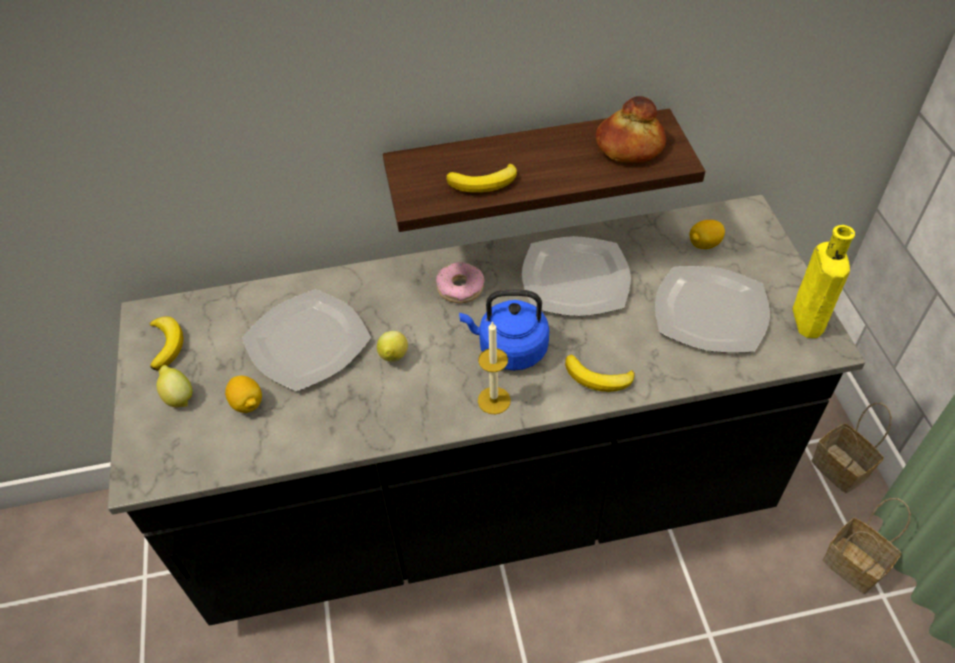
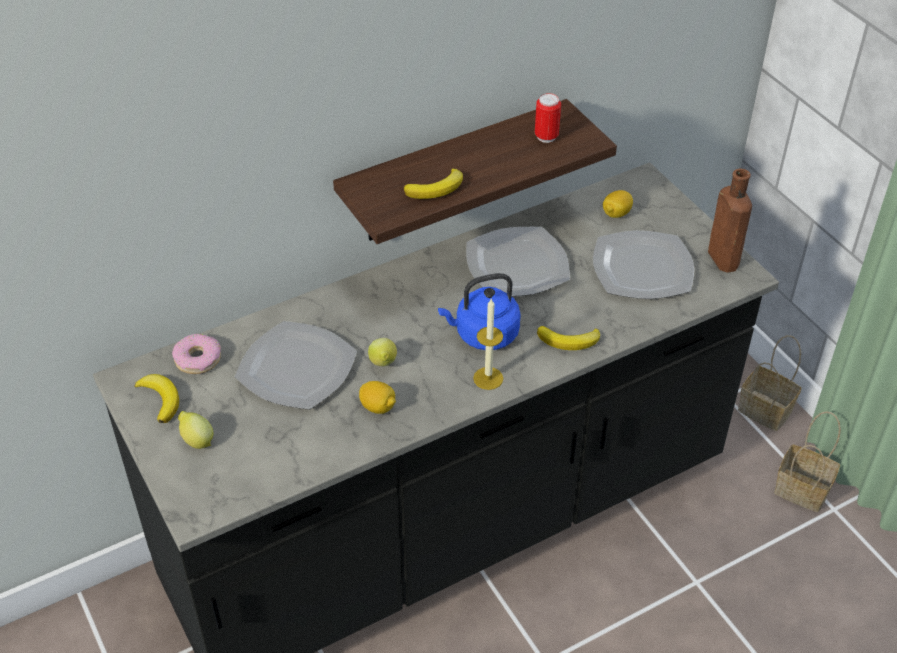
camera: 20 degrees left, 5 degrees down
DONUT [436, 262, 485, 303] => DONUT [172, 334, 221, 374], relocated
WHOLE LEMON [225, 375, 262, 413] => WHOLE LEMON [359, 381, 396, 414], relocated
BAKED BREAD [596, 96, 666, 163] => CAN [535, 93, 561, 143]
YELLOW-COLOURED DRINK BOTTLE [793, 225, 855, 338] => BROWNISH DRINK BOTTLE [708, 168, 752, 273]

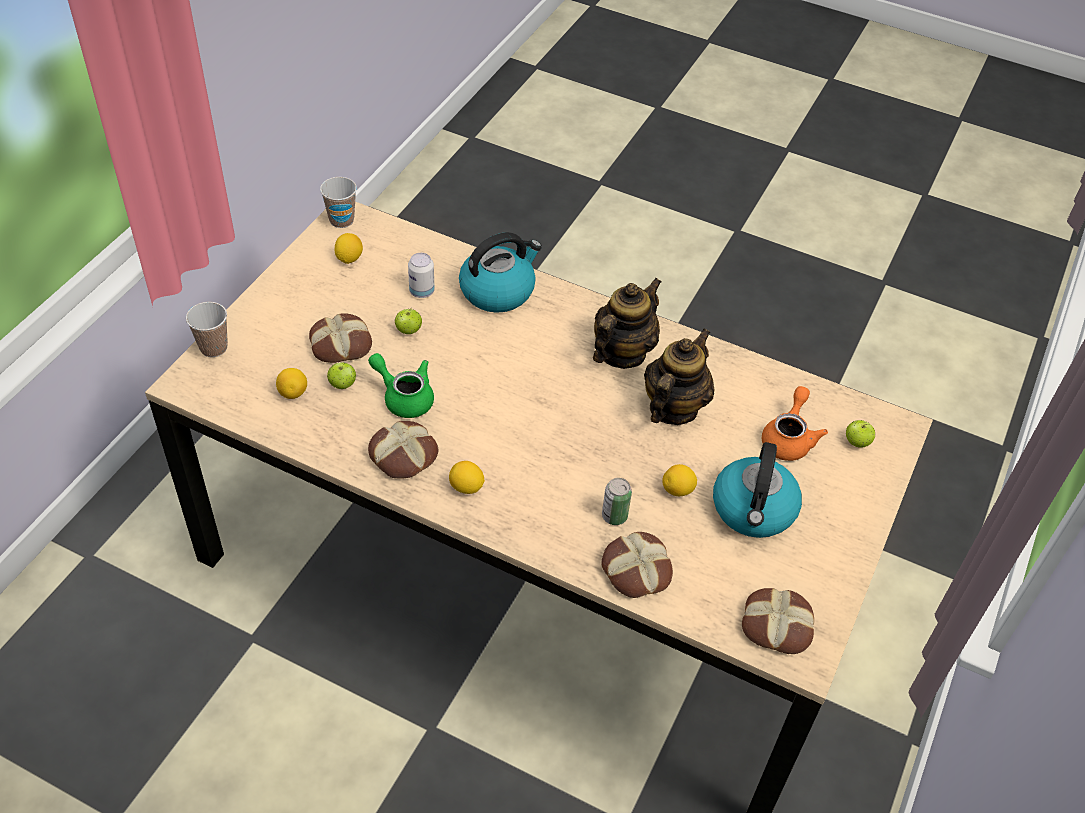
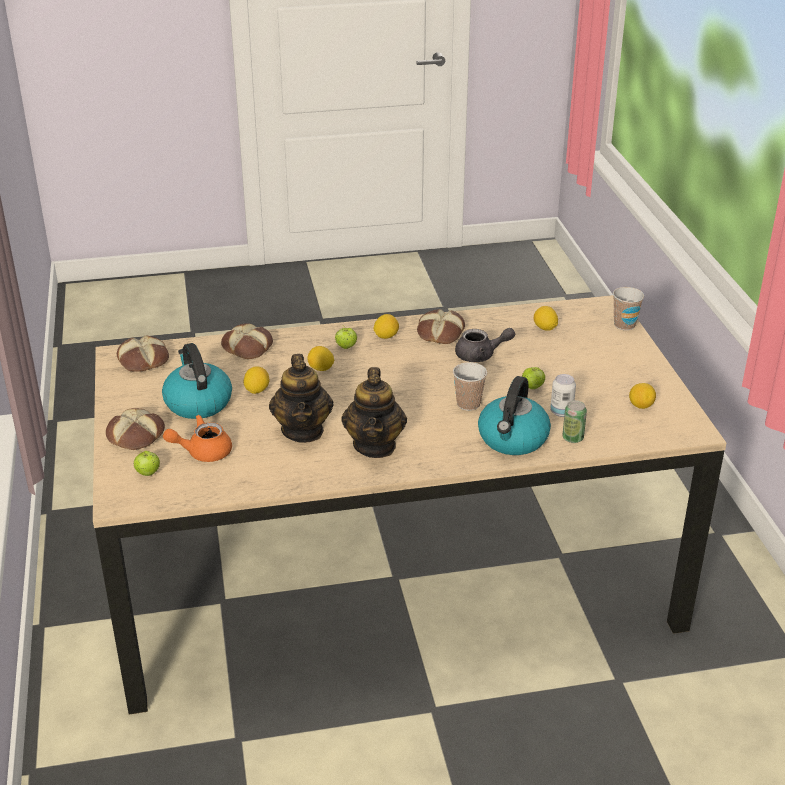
camera: 145 degrees right, 15 degrees down
BAKED BREAD [309, 313, 372, 363] => BAKED BREAD [106, 408, 165, 450], relocated
ORANGEY TEA POT [762, 386, 828, 461] => ORANGEY TEA POT [163, 415, 232, 462], 90 degrees clockwise
nothing => WHOLE LEMON [307, 346, 334, 371]
WHOLE APPLE [327, 362, 356, 389] => WHOLE APPLE [335, 328, 357, 349], relocated
SMALL CUP [320, 177, 357, 228] => SMALL CUP [453, 362, 487, 411], relocated
GREENISH TEA POT [368, 353, 434, 418] => GRAY TEA POT [455, 328, 515, 362]
CAN [602, 478, 632, 525] => CAN [563, 400, 587, 443], relocated

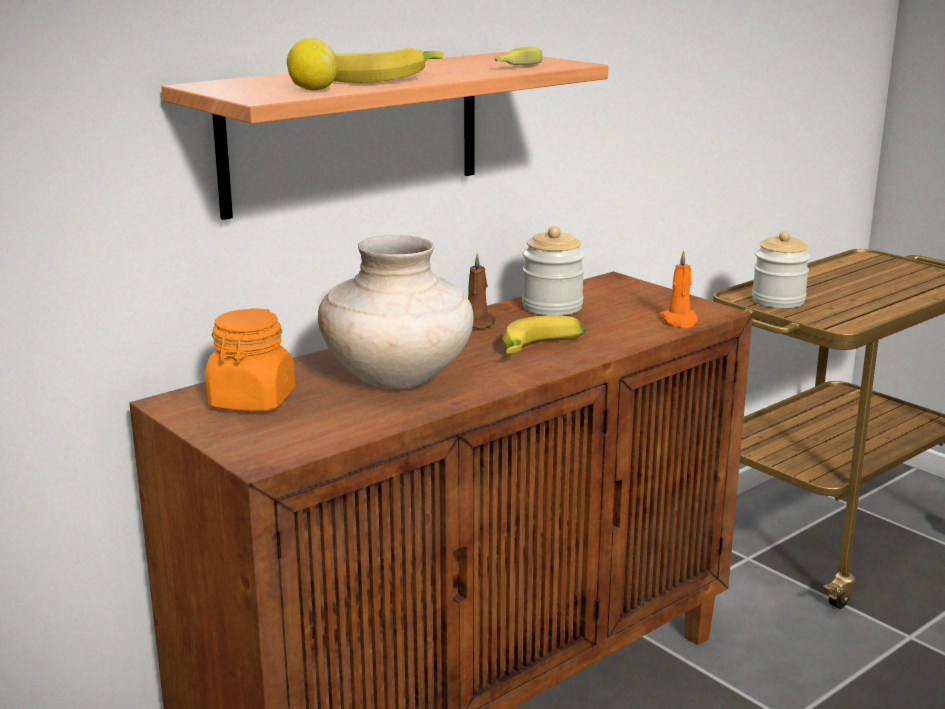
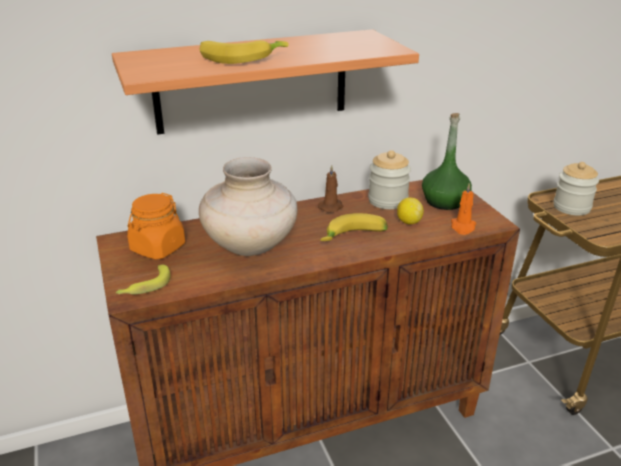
camera: 20 degrees right, 10 degrees up
BANANA FRUIT [495, 47, 542, 65] => BANANA FRUIT [116, 265, 171, 295], relocated
WHOLE LEMON [287, 38, 338, 91] => WHOLE LEMON [397, 197, 424, 224], relocated
nothing => GREENISH DRINK BOTTLE [422, 113, 472, 210]

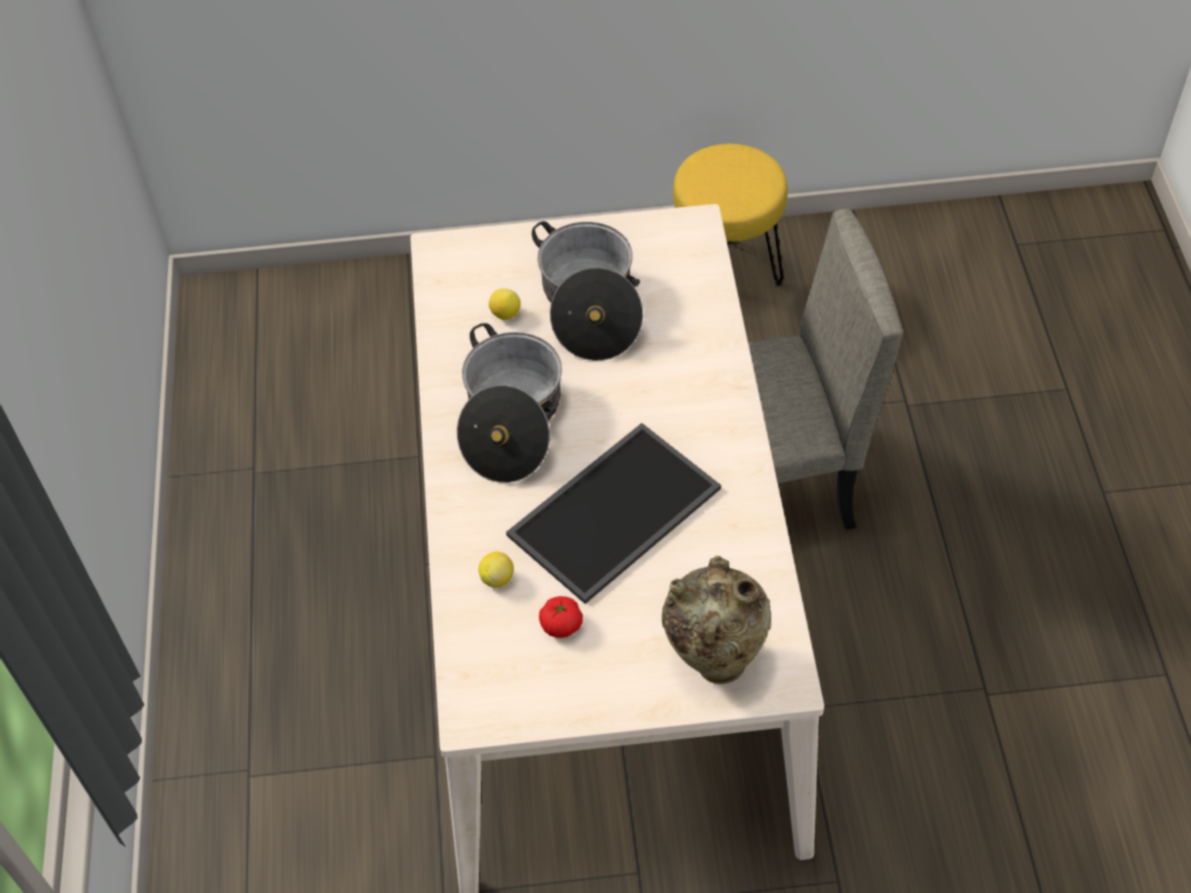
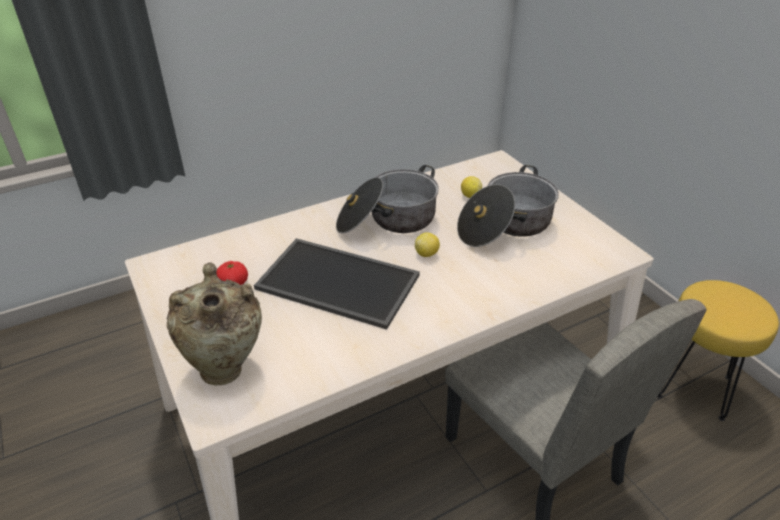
camera: 65 degrees right, 15 degrees down
WHOLE LEMON [478, 552, 514, 588] => WHOLE LEMON [415, 232, 440, 257], relocated

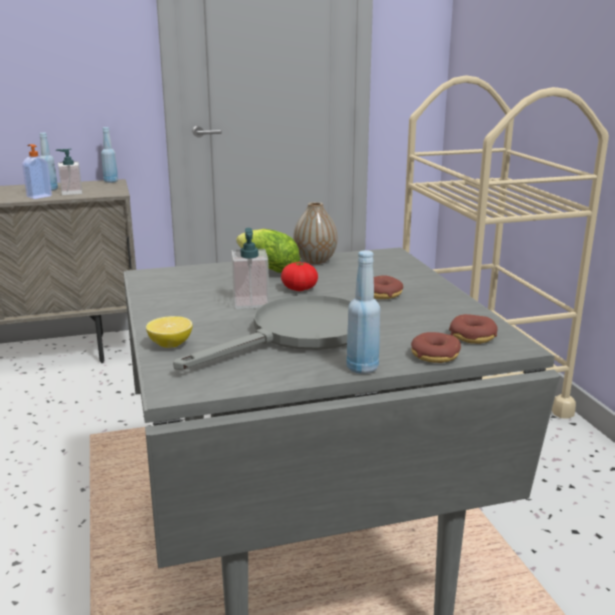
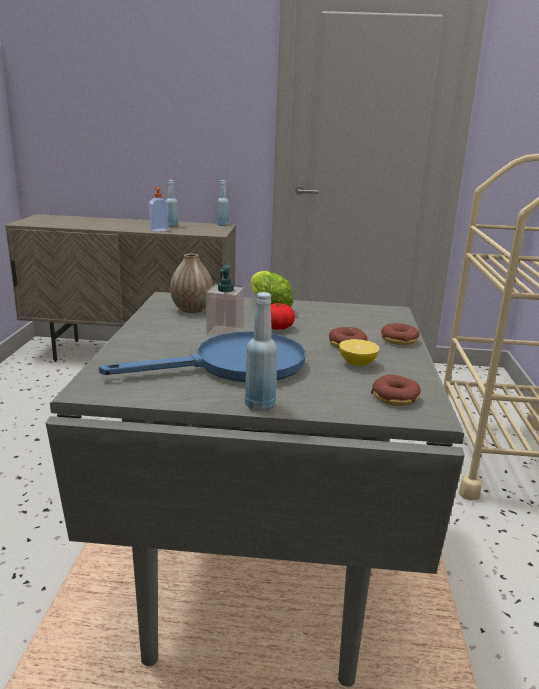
camera: 20 degrees right, 0 degrees up
GRAY FRYING PAN [173, 295, 351, 370] => BLUE-COLOURED FRYING PAN [99, 332, 306, 382]
FLOWER VASE [293, 202, 338, 264] => FLOWER VASE [170, 254, 213, 313], relocated
WHOLE LEMON [146, 316, 193, 348] => WHOLE LEMON [339, 339, 379, 366], relocated
DONUT [411, 332, 461, 363] => DONUT [381, 323, 420, 345], relocated
SOAP BOTTLE [56, 148, 82, 195] => nothing

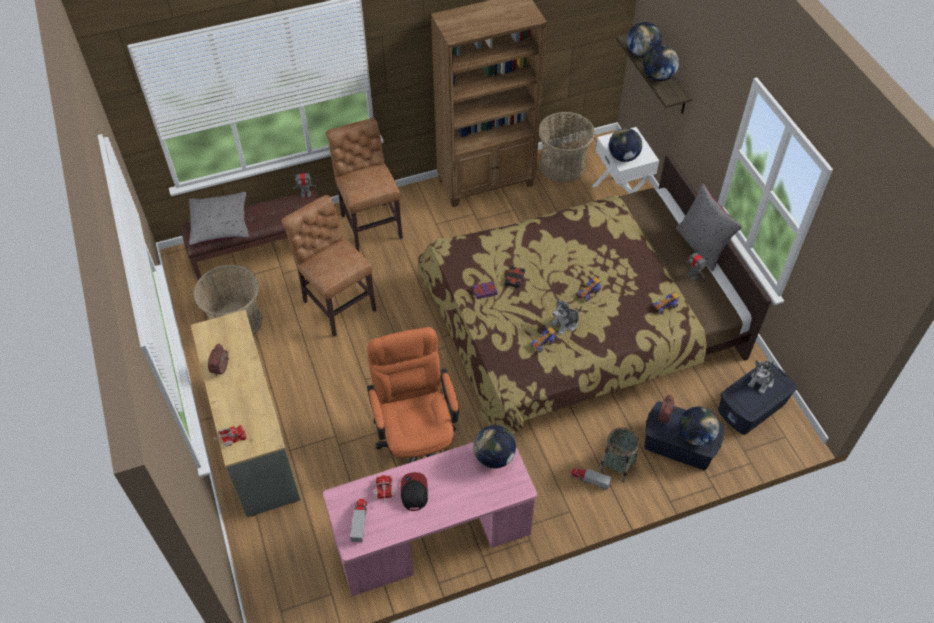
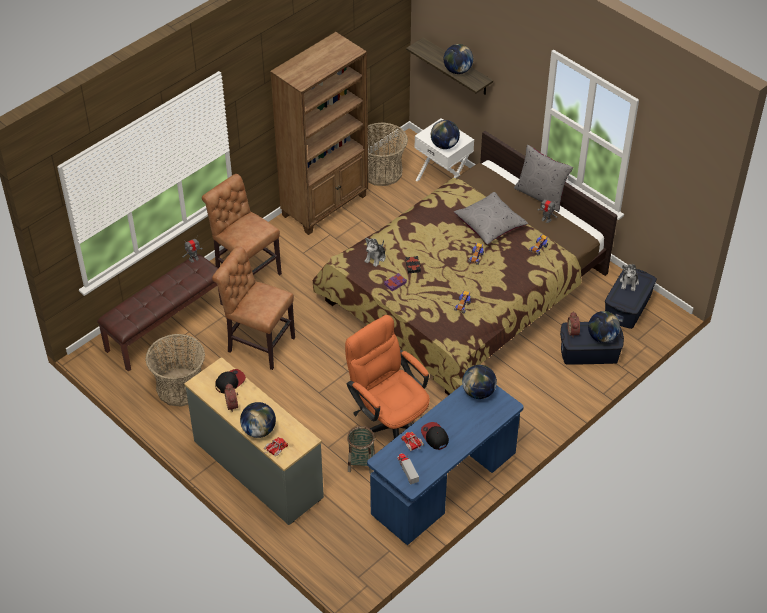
camera: 25 degrees left, 5 degrees down
nothing => BASEBALL CAP [215, 369, 246, 394]
WORLD GLOBE [627, 22, 662, 57] => WORLD GLOBE [240, 402, 276, 438], relocated
HOUSEHOLD BASKET [599, 427, 639, 482] => HOUSEHOLD BASKET [347, 426, 375, 474], relocated
CUDDLY TOY [551, 298, 582, 335] => CUDDLY TOY [364, 238, 386, 267], relocated
PINKISH DESK UNIT [323, 442, 537, 597] => BLUE-COLOURED DESK UNIT [367, 385, 524, 545]
GRAY THROW PILLOW [189, 192, 249, 245] => GRAY THROW PILLOW [454, 192, 528, 245], relocated
MODEL TRUCK [570, 467, 612, 490] => nothing

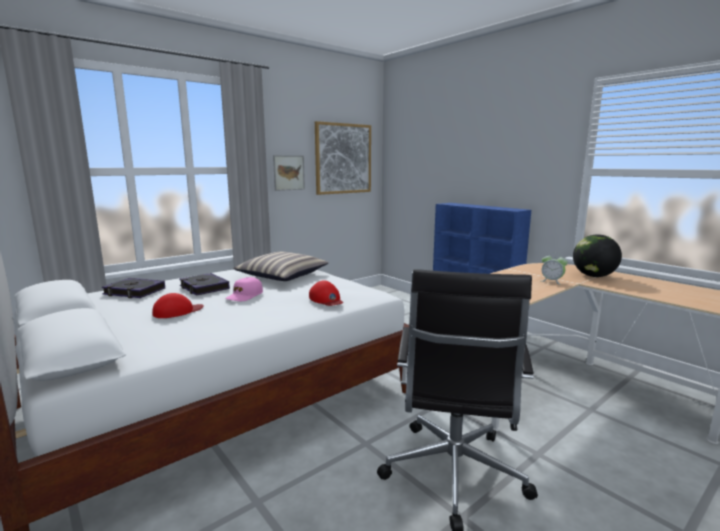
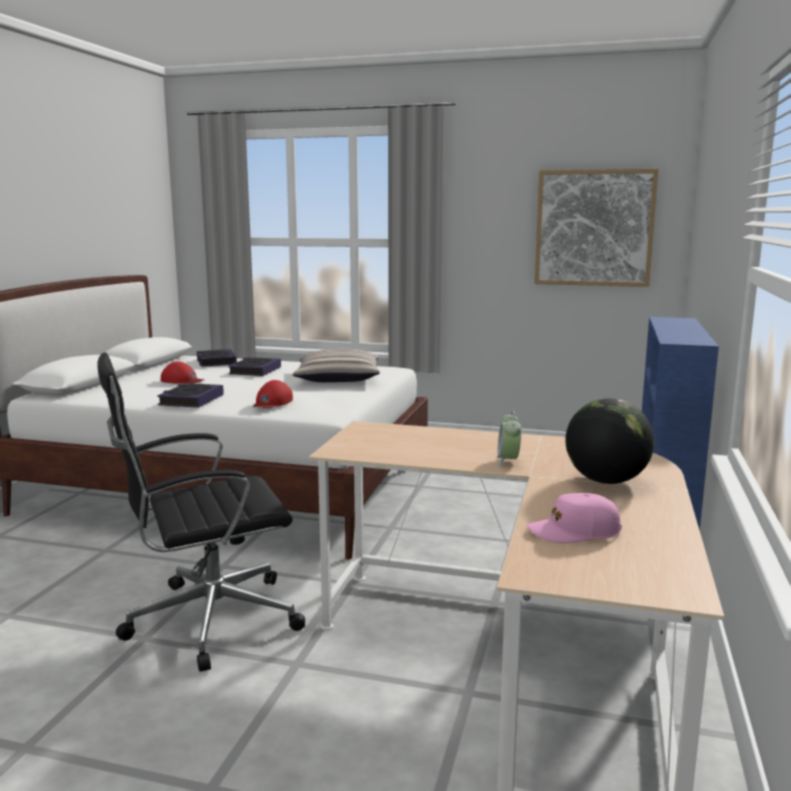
camera: 55 degrees right, 0 degrees up
nothing => BOUND BOOK [157, 383, 224, 408]
PINKISH BASEBALL CAP [225, 277, 263, 301] => PINKISH BASEBALL CAP [527, 493, 622, 543], relocated
PICTURE [273, 155, 305, 191] => nothing

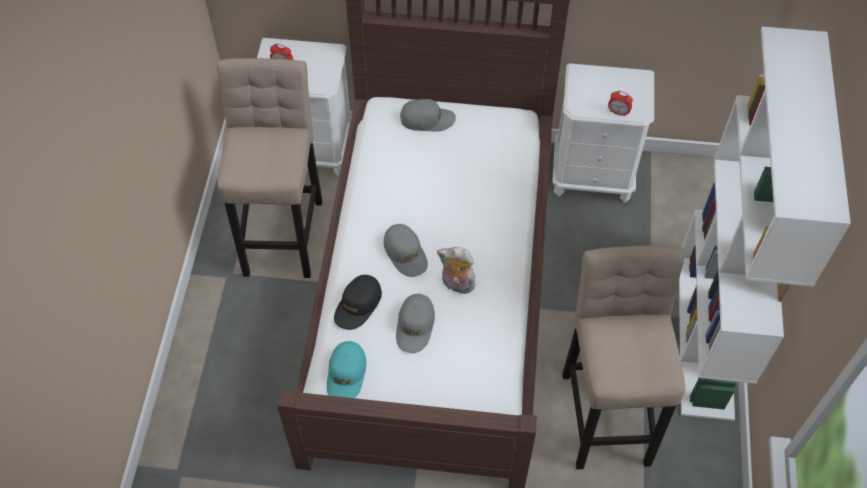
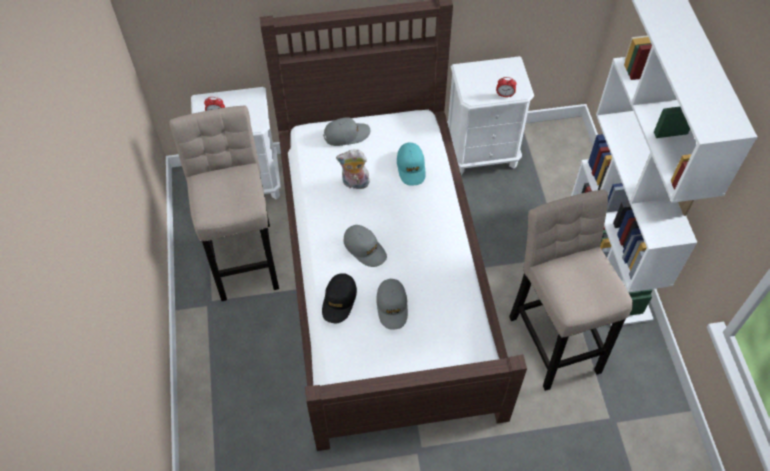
camera: 15 degrees left, 0 degrees up
CUDDLY TOY [437, 247, 475, 294] => CUDDLY TOY [336, 150, 370, 190], relocated
BLUE-GREEN BASEBALL CAP [327, 341, 366, 398] => BLUE-GREEN BASEBALL CAP [397, 142, 426, 186], relocated

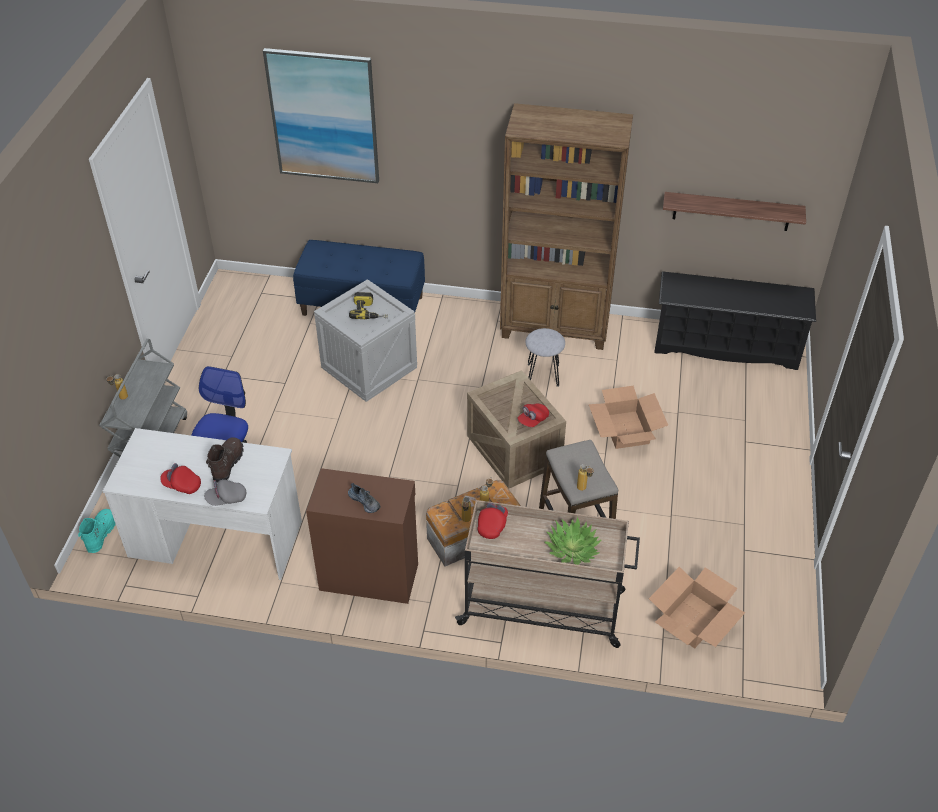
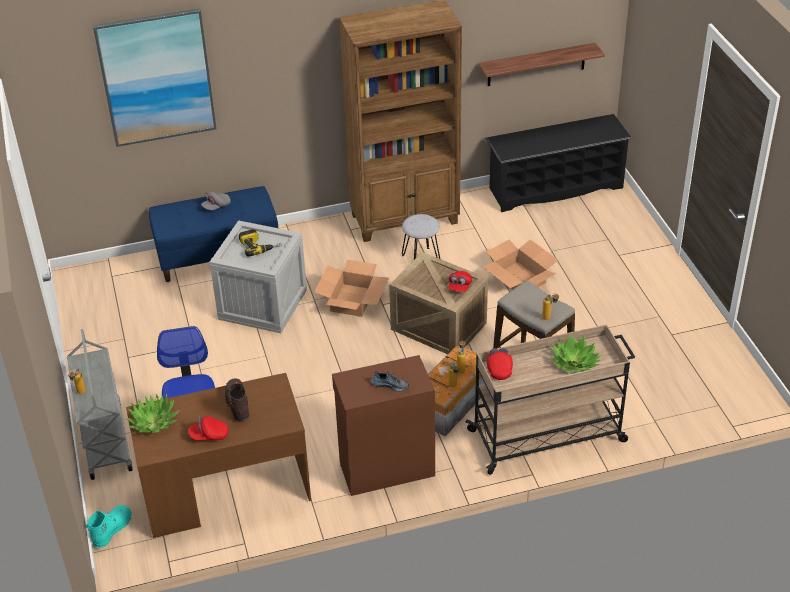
camera: 25 degrees left, 5 degrees down
BLUE-GREEN BOOT [78, 509, 116, 553] => BLUE-GREEN BOOT [86, 505, 132, 548], 45 degrees clockwise
WHITE DESK UNIT [103, 428, 302, 580] => BROWNISH DESK UNIT [126, 373, 311, 538]
nothing => PLANT IN A POT [126, 393, 179, 433]
GRAY BASEBALL CAP [204, 479, 246, 506] => GRAY BASEBALL CAP [201, 192, 231, 210], relocated
PACKING BOX [649, 567, 745, 648] => PACKING BOX [315, 260, 389, 317], relocated

